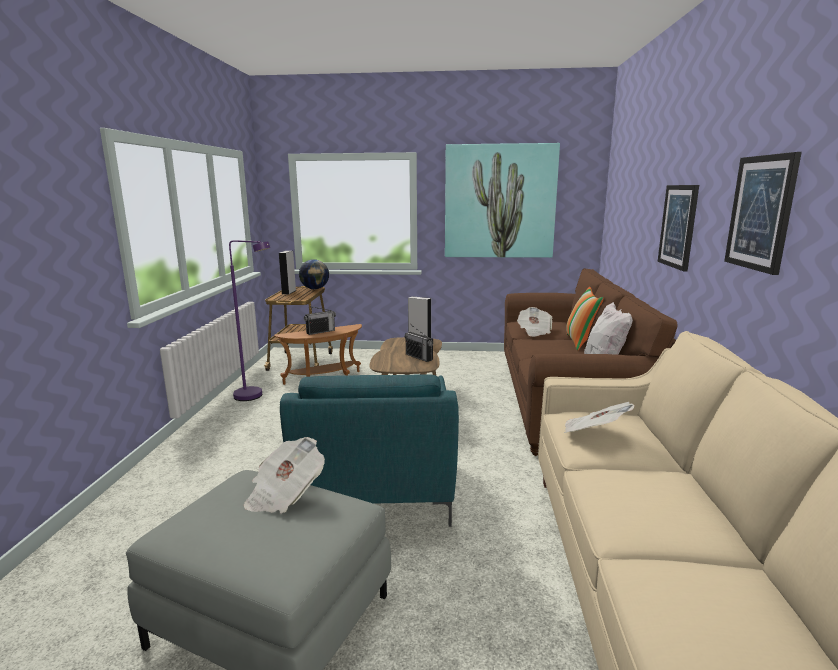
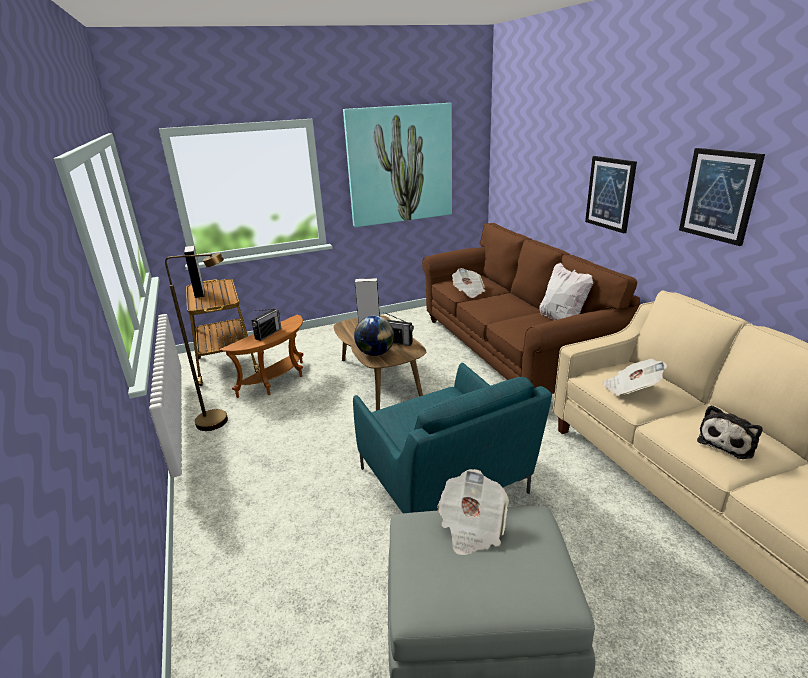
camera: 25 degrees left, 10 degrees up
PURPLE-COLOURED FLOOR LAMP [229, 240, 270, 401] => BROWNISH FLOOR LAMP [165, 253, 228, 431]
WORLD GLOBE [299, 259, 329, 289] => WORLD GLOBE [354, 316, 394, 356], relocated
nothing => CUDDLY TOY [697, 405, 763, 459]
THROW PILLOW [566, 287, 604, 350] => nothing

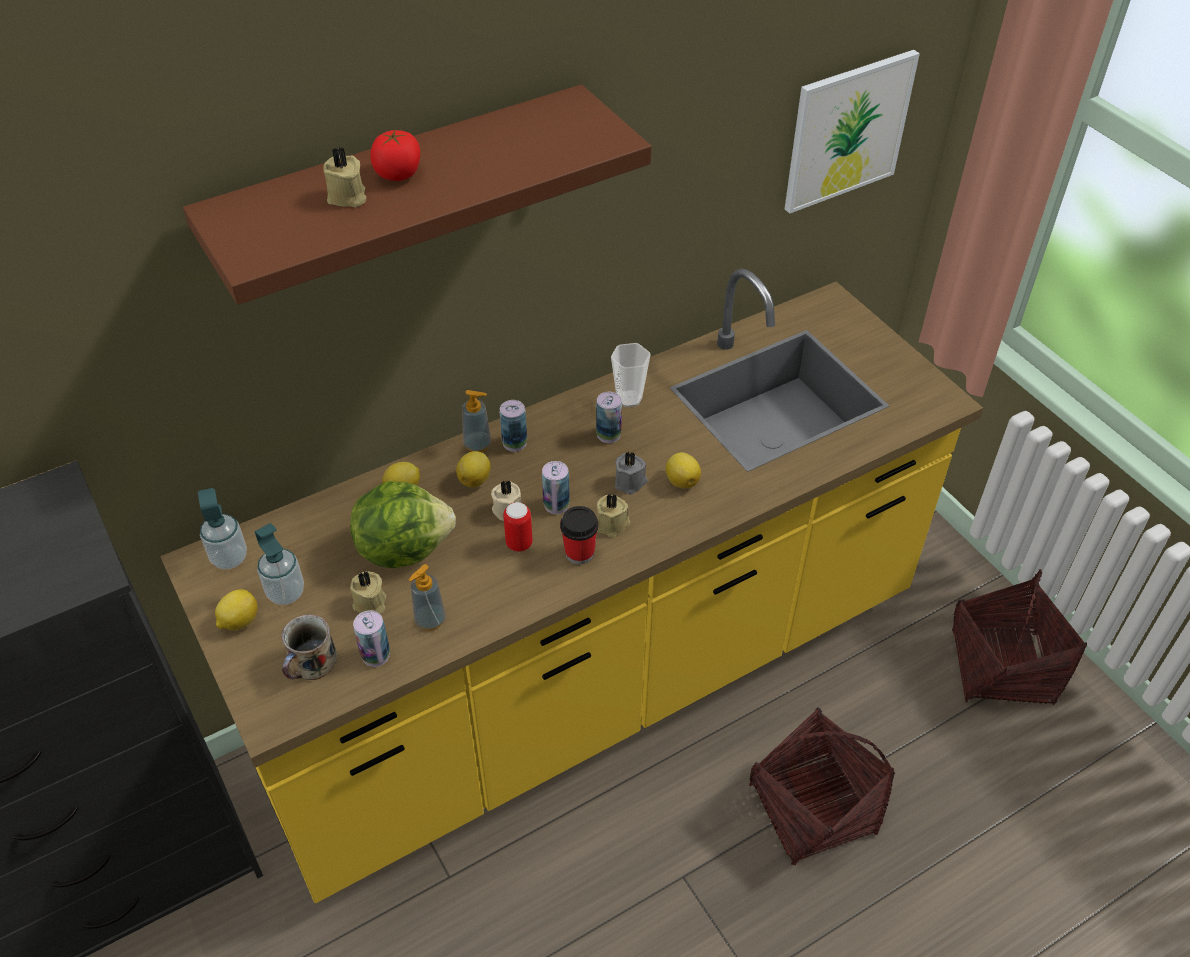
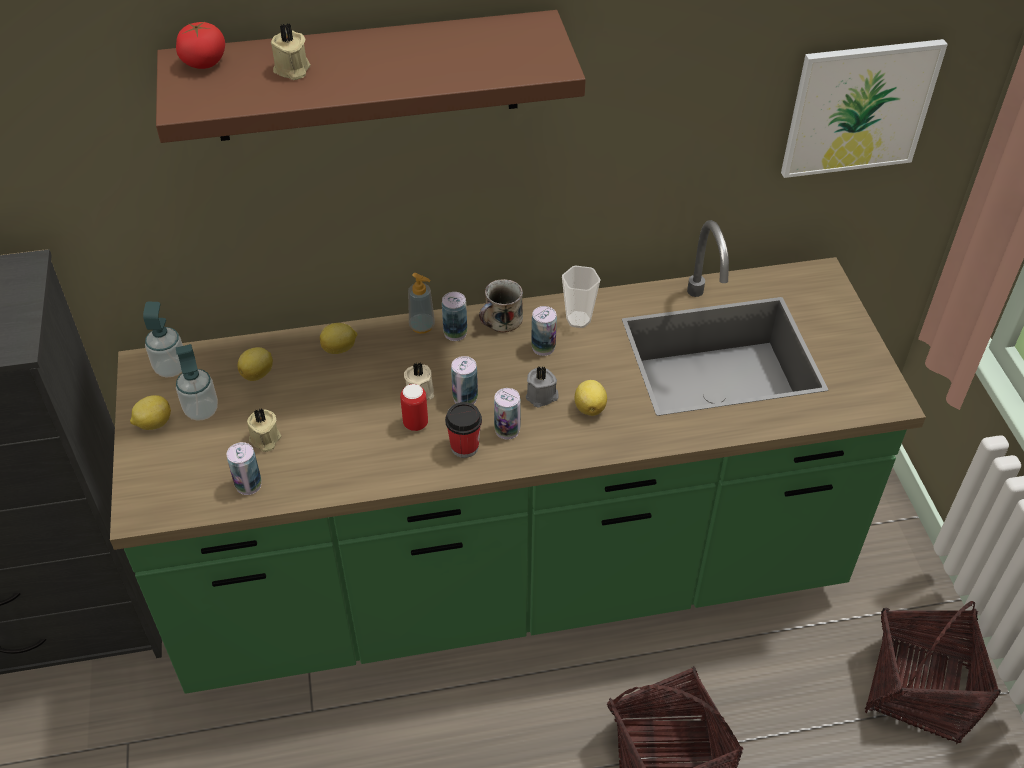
camera: 20 degrees right, 0 degrees up
YELLOW-COLOURED KITCHEN COUNTER [160, 269, 983, 903] => GREENISH KITCHEN COUNTER [110, 220, 926, 694]
TOMATO [370, 130, 420, 181] => TOMATO [176, 22, 225, 69], relocated
WHOLE LEMON [456, 451, 491, 488] => WHOLE LEMON [238, 347, 273, 381], relocated
TEA MUG [281, 614, 337, 680] => TEA MUG [479, 279, 523, 332], relocated
SAND-COLOURED CANDLE [597, 493, 630, 537] => CAN [494, 388, 521, 440]
HEAD OF LETTUCE [350, 481, 456, 568] => nothing
SOAP BOTTLE [409, 564, 446, 631] => nothing

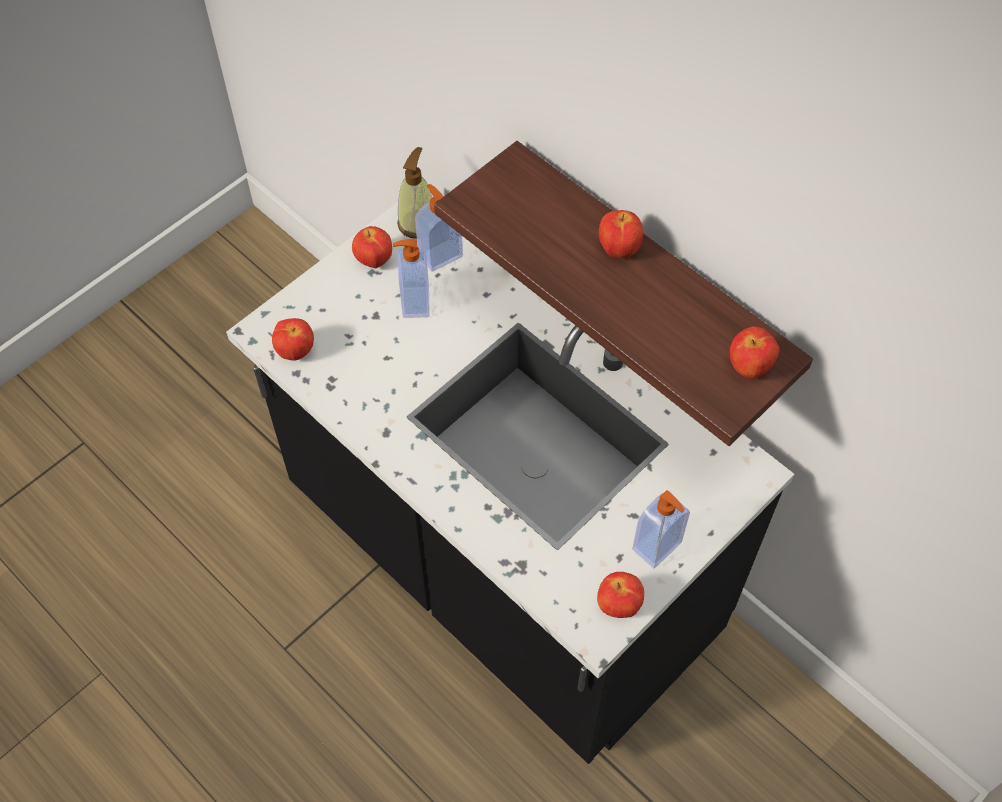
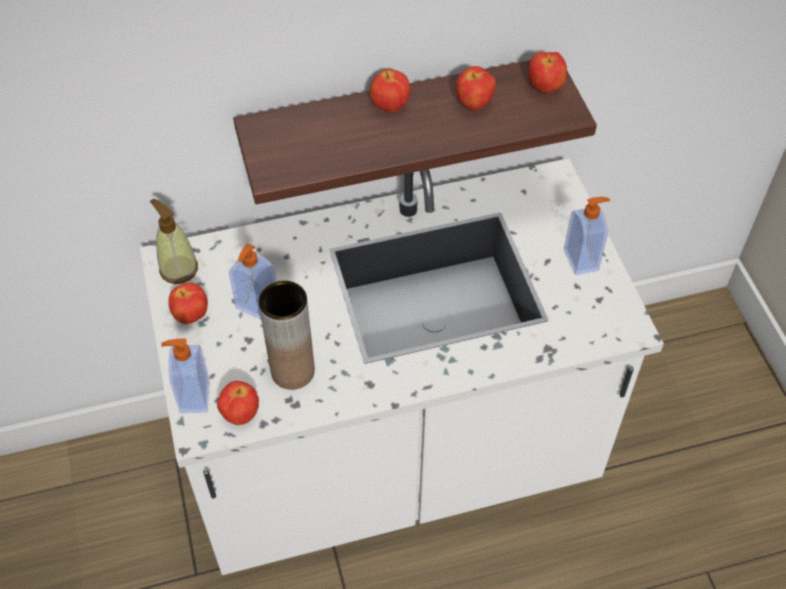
camera: 60 degrees left, 5 degrees down
BLACKISH KITCHEN COUNTER [226, 194, 794, 764] => WHITE KITCHEN COUNTER [140, 158, 664, 575]
SOAP BOTTLE [415, 184, 463, 272] => SOAP BOTTLE [161, 338, 209, 413], relocated
nothing => BROWNISH FLOWER VASE [259, 281, 315, 390]
WHOLE APPLE [597, 572, 644, 618] => WHOLE APPLE [456, 66, 496, 111], relocated

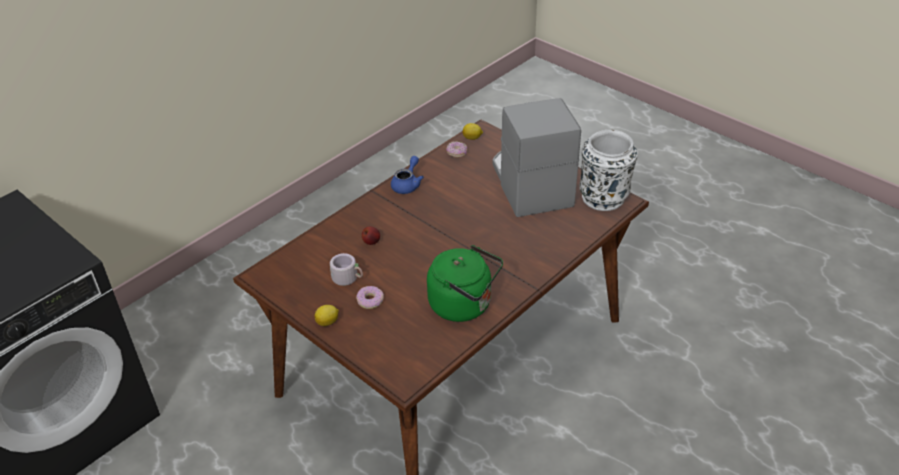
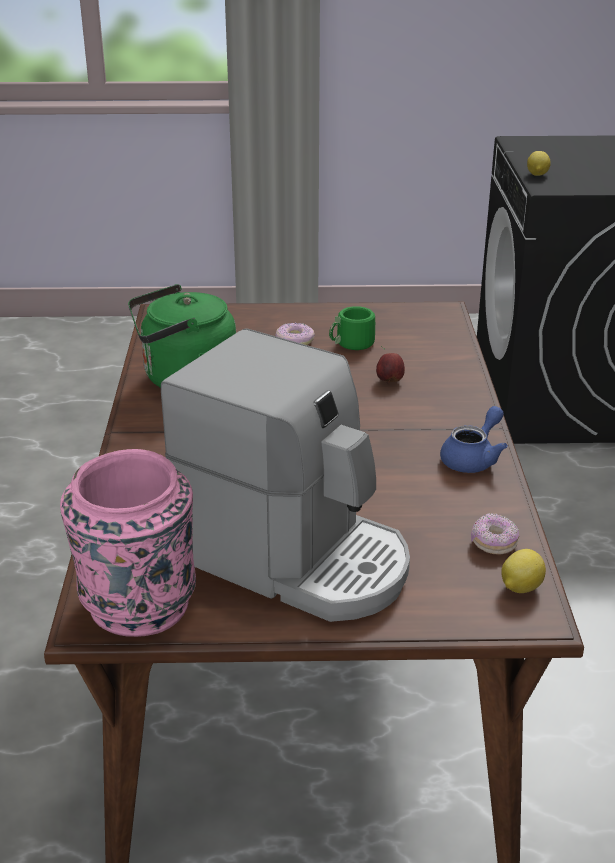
camera: 135 degrees right, 10 degrees down
WHITE FLOWER VASE [579, 130, 638, 211] => PINKISH FLOWER VASE [60, 449, 196, 637]
GRAY TEA MUG [330, 253, 363, 286] => GREENISH TEA MUG [329, 306, 384, 350]
BLUE-COLOURED TEA POT [391, 156, 424, 194] => BLUE-COLOURED TEA POT [440, 406, 508, 473], 120 degrees counterclockwise
WHOLE LEMON [314, 305, 339, 326] => WHOLE LEMON [527, 151, 551, 176], relocated

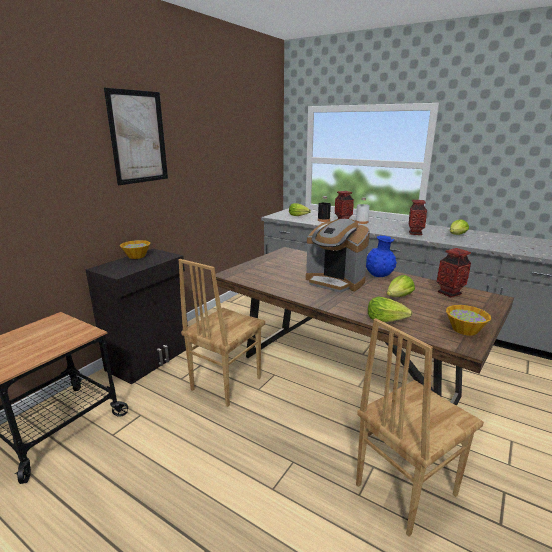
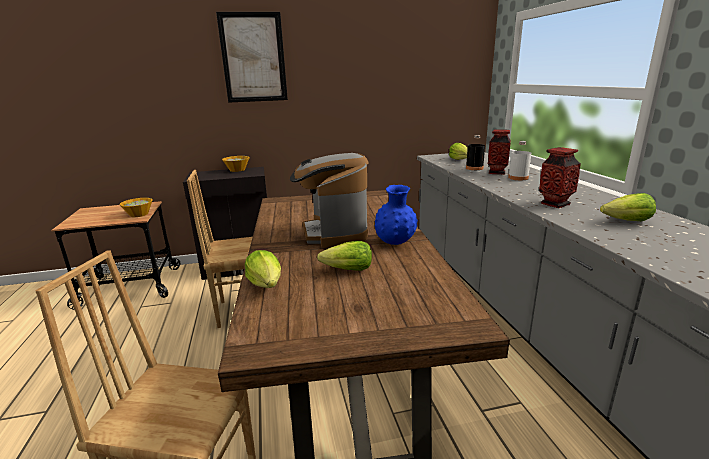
camera: 45 degrees right, 0 degrees up
SERVING BOWL [446, 305, 491, 336] => SERVING BOWL [120, 198, 153, 217], relocated
FLOWER VASE [436, 248, 471, 298] => nothing

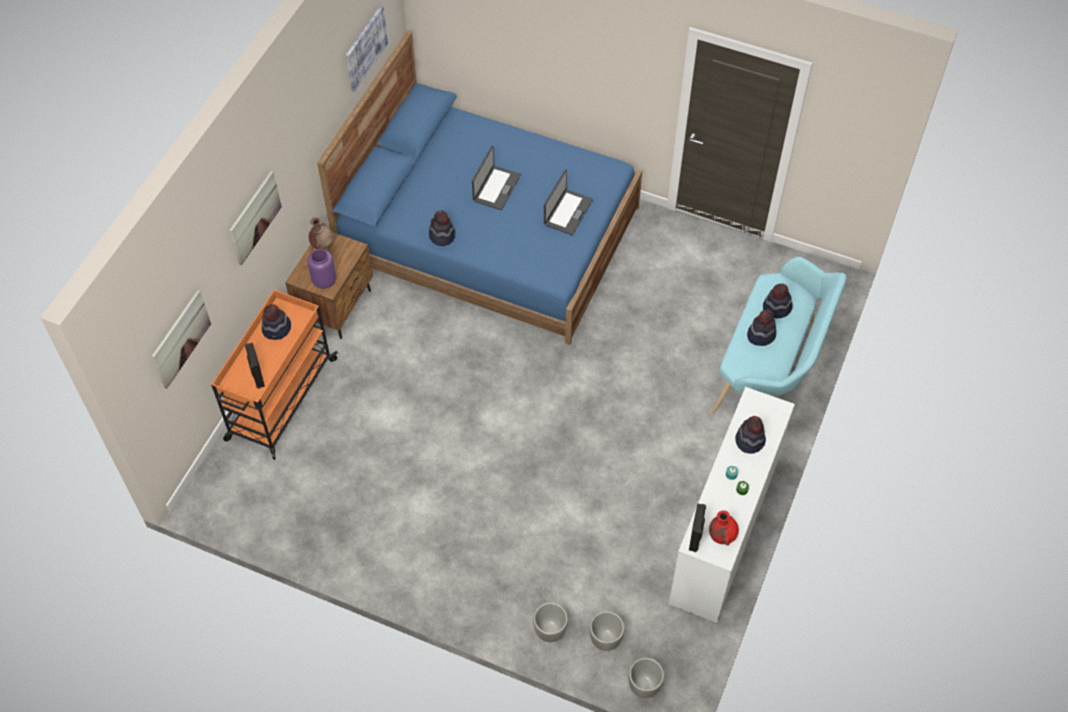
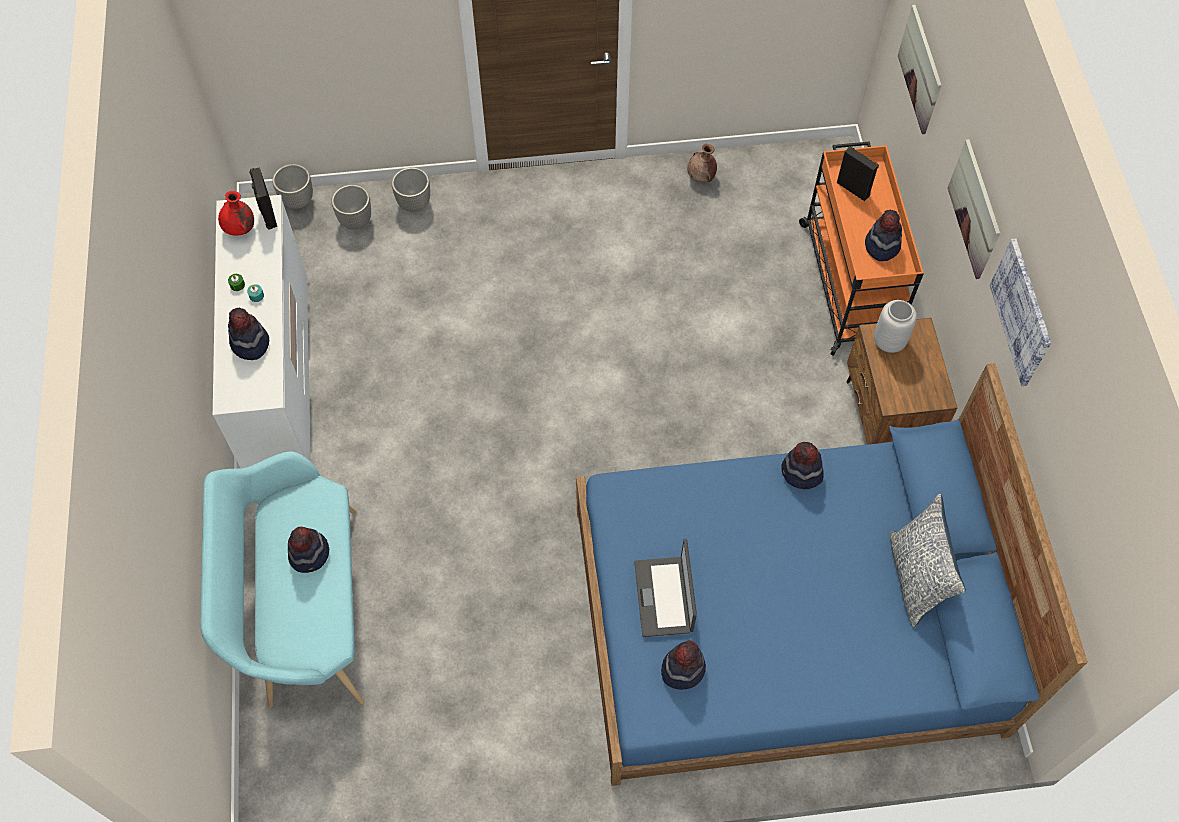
camera: 150 degrees right, 5 degrees up
HAT [763, 283, 793, 318] => HAT [661, 640, 706, 690], relocated
BROWNISH FLOWER VASE [309, 217, 334, 249] => BROWNISH FLOWER VASE [687, 144, 717, 182], relocated
PURPLE-COLOURED FLOWER VASE [308, 249, 336, 289] => GRAY FLOWER VASE [874, 300, 917, 353]
nothing => THROW PILLOW [890, 494, 966, 628]
PICTURE [346, 6, 388, 92] => PICTURE [990, 239, 1051, 386], relocated
LAPTOP [472, 146, 521, 210] => nothing

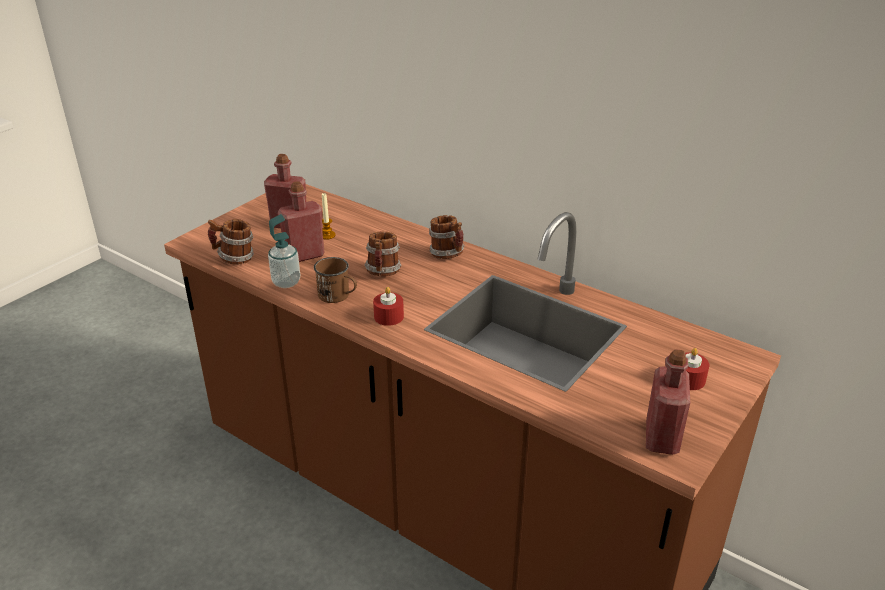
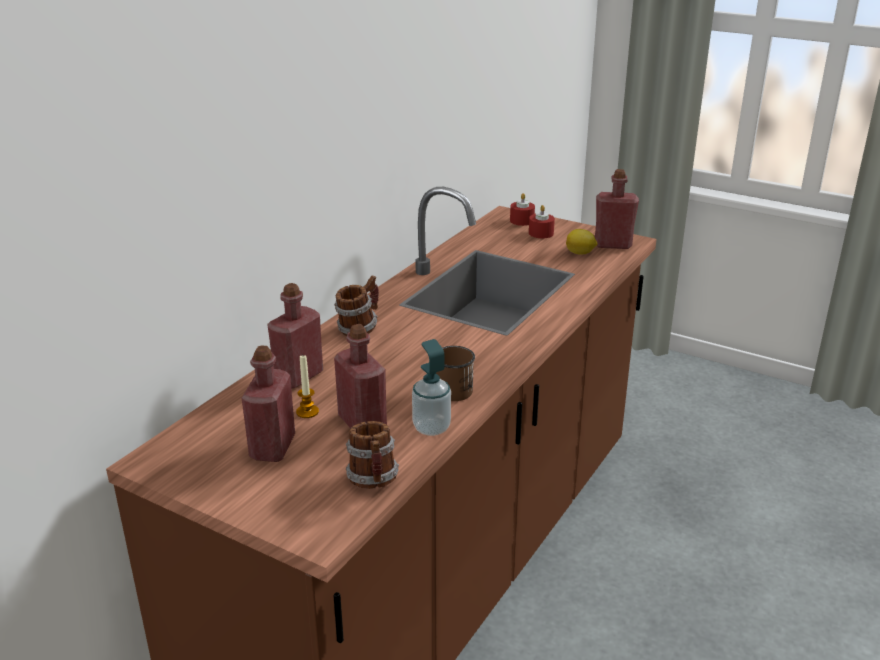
camera: 95 degrees left, 5 degrees down
nothing => RED DRINK BOTTLE [268, 283, 323, 389]
RED CANDLE [373, 287, 404, 326] => RED CANDLE [510, 193, 535, 226], relocated
nothing => WHOLE LEMON [566, 229, 597, 255]
TEA MUG [364, 231, 401, 276] => nothing

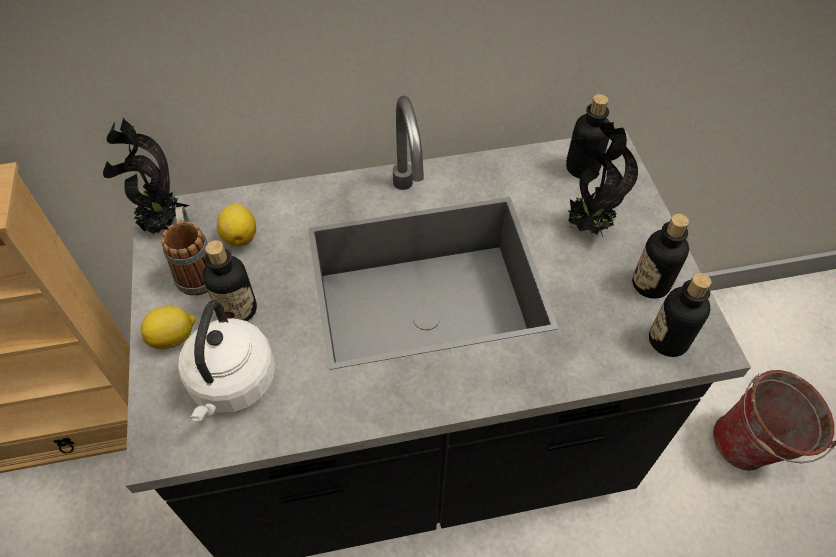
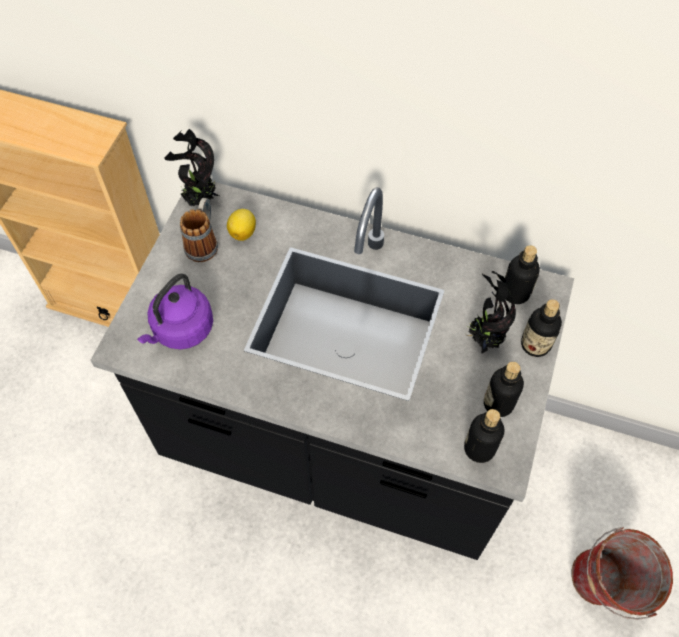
camera: 30 degrees right, 5 degrees up
WHITE WATER KETTLE [178, 300, 275, 421] => PURPLE-COLOURED WATER KETTLE [137, 274, 213, 349]
DRINK BOTTLE [203, 240, 257, 321] => DRINK BOTTLE [521, 299, 562, 357], relocated
WHOLE LEMON [141, 306, 196, 349] => nothing

